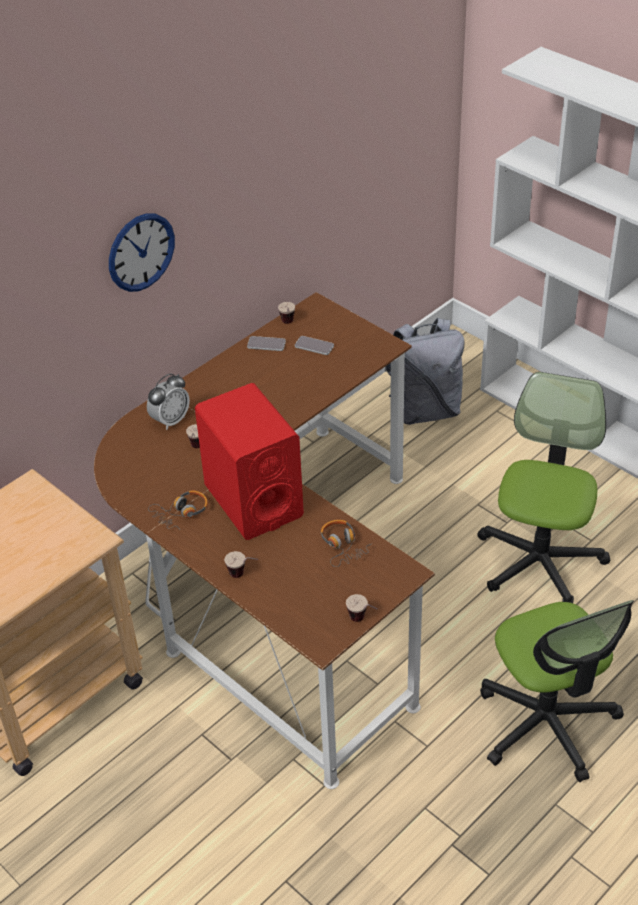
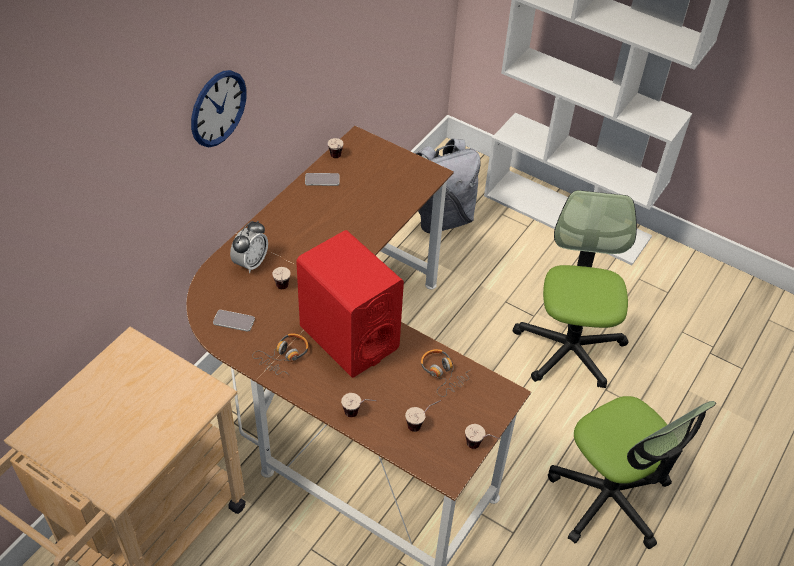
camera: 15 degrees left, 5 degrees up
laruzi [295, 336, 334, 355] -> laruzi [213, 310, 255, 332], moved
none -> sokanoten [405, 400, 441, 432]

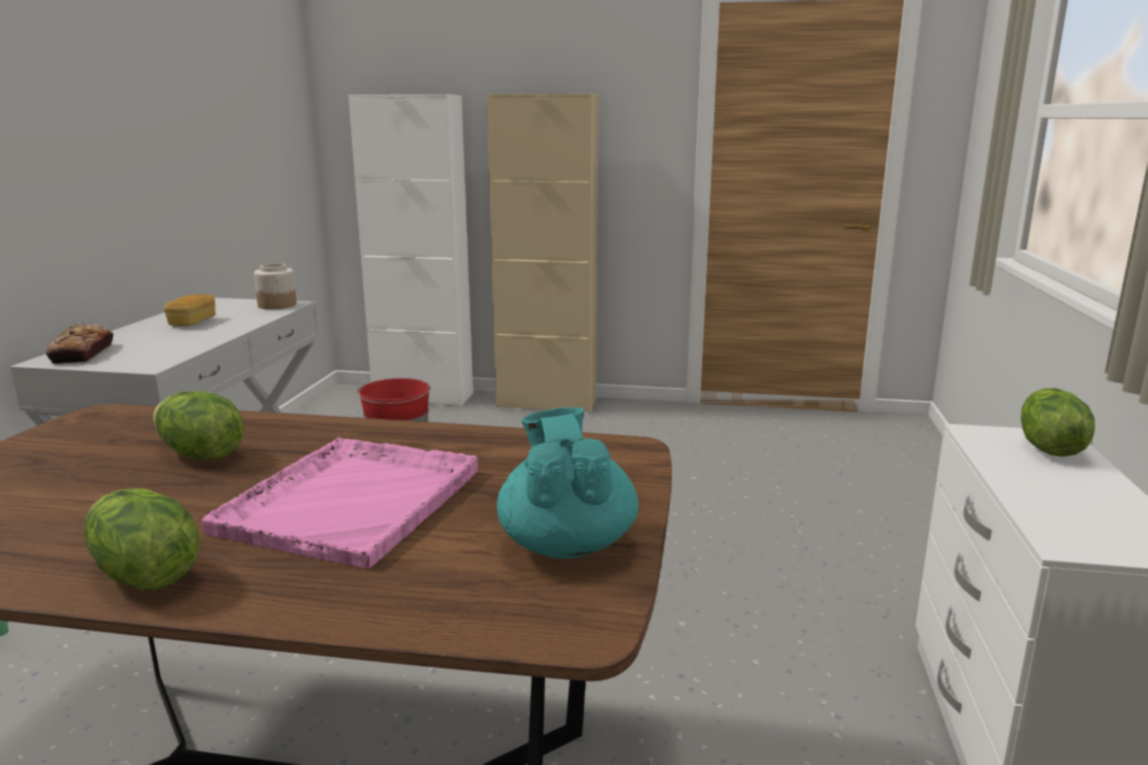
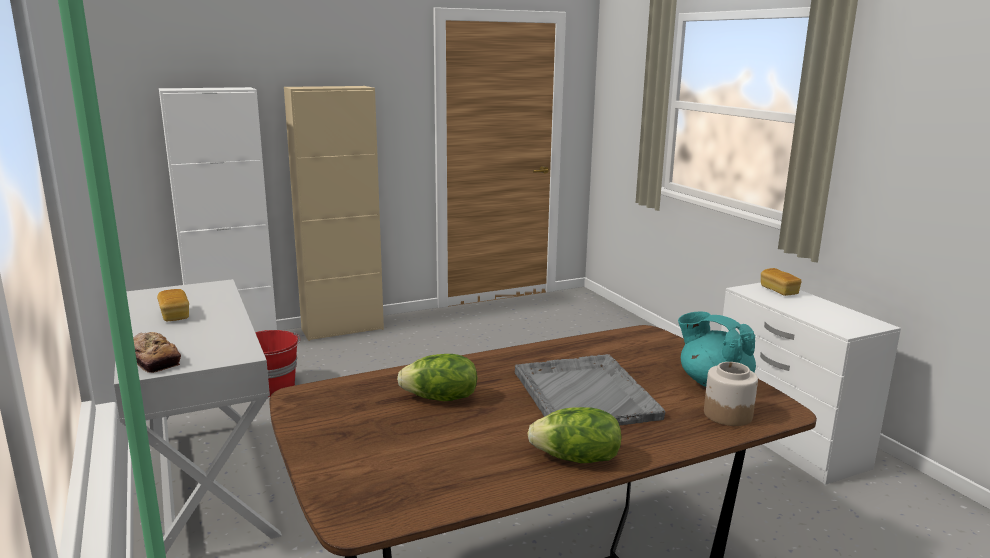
camera: 35 degrees left, 0 degrees up
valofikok [254, 263, 297, 309] -> valofikok [704, 362, 758, 426], moved
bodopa [1021, 388, 1095, 457] -> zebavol [761, 268, 801, 296]
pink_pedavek [202, 437, 478, 569] -> grey_pedavek [515, 354, 665, 425]

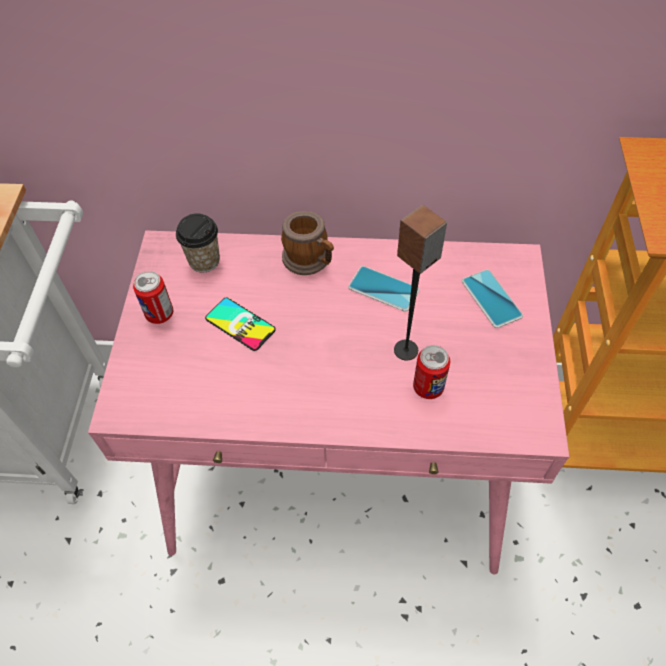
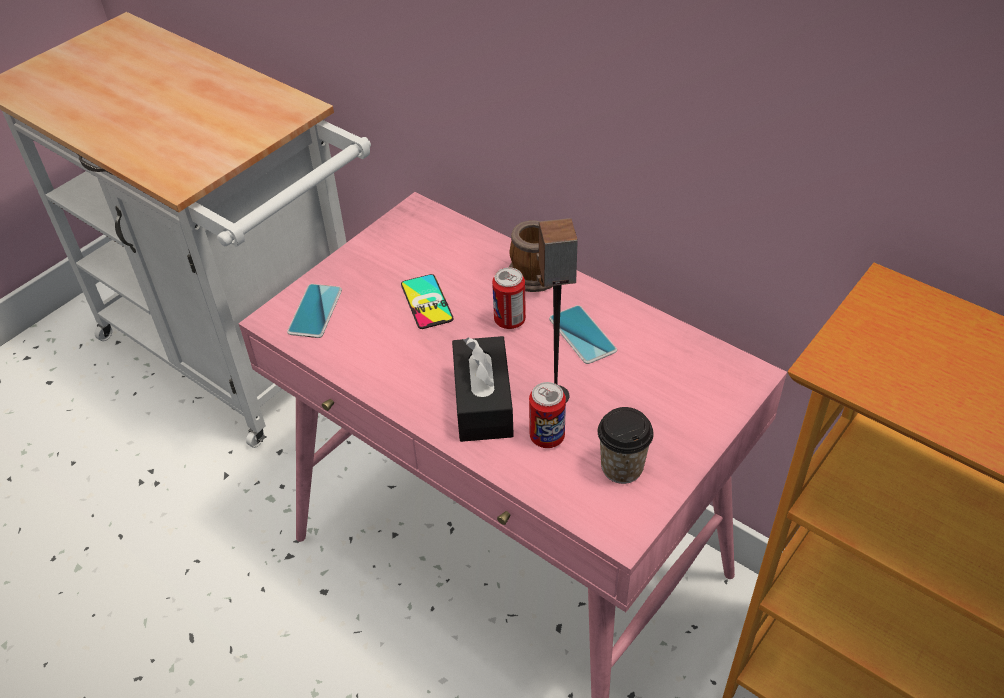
camera: 35 degrees right, 10 degrees down
sokanoten [176, 213, 220, 272] -> sokanoten [598, 407, 654, 484], moved
laruzi [462, 269, 523, 328] -> laruzi [287, 284, 342, 338], moved
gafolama [133, 271, 173, 324] -> gafolama [492, 267, 526, 329], moved
none -> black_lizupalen [452, 336, 514, 442]

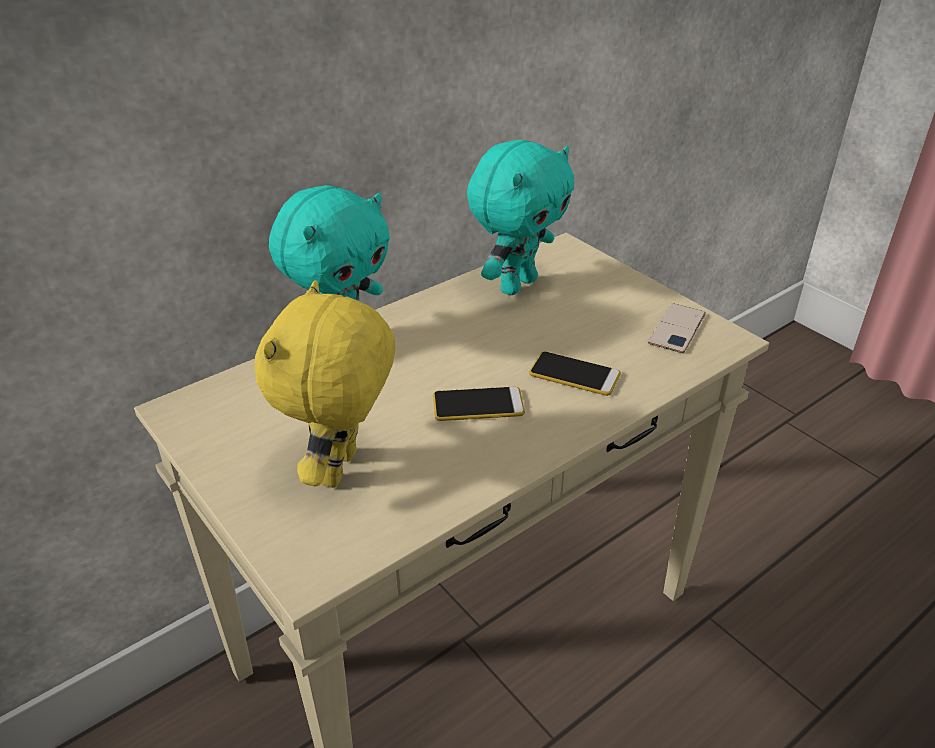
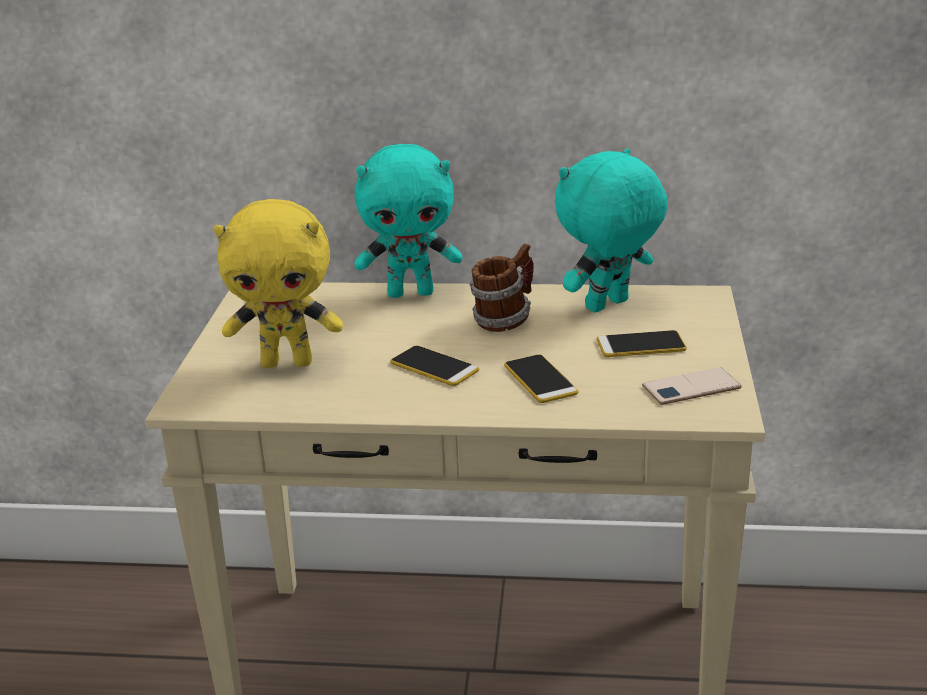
camera: 45 degrees right, 10 degrees down
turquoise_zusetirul [467, 140, 574, 295] -> turquoise_zusetirul [555, 148, 668, 312], 150 degrees clockwise
yellow_zusetirul [255, 280, 395, 488] -> yellow_zusetirul [213, 199, 343, 368], 150 degrees counterclockwise
none -> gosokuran [469, 244, 534, 332]
none -> laruzi [597, 330, 687, 357]

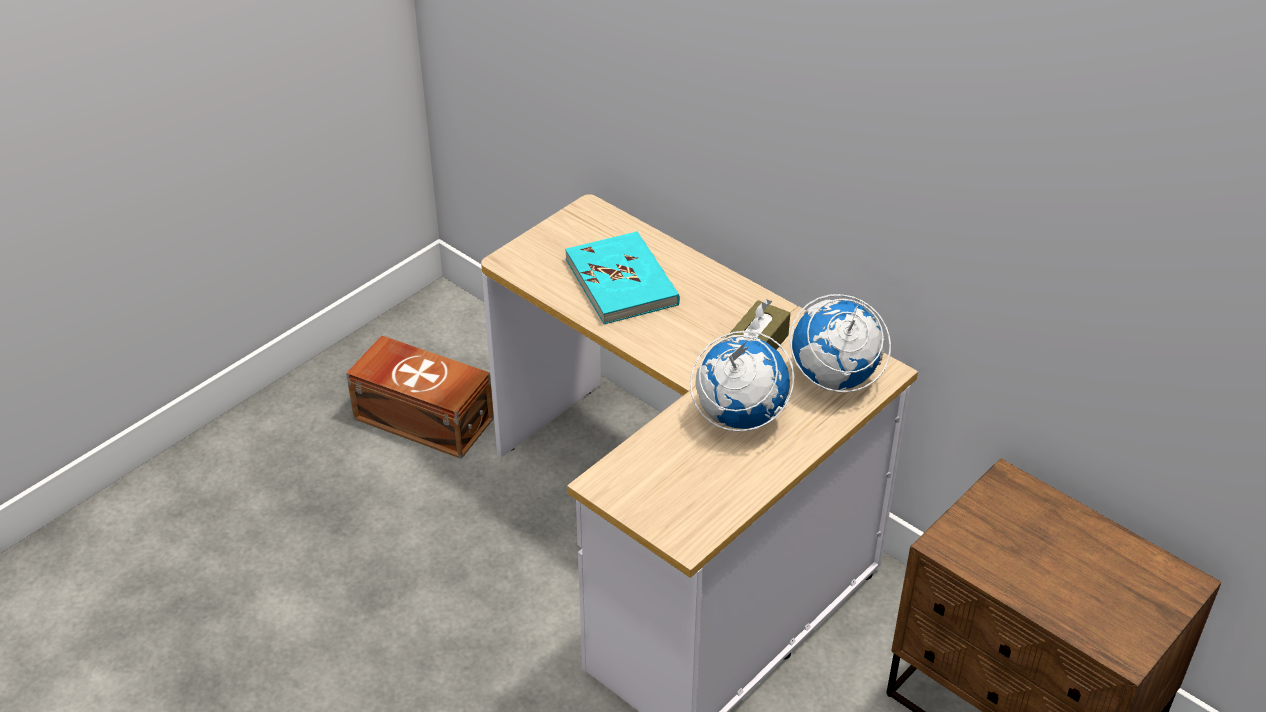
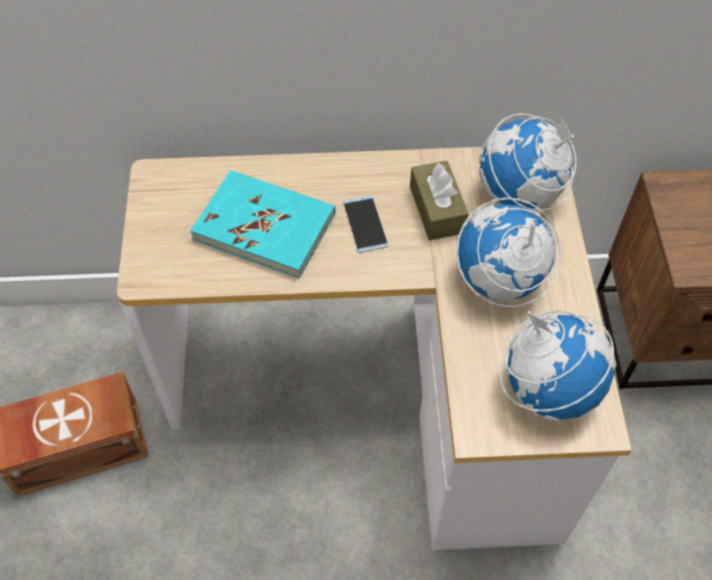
camera: 45 degrees left, 15 degrees up
none -> laruzi [343, 196, 389, 253]
none -> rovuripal [500, 310, 616, 421]

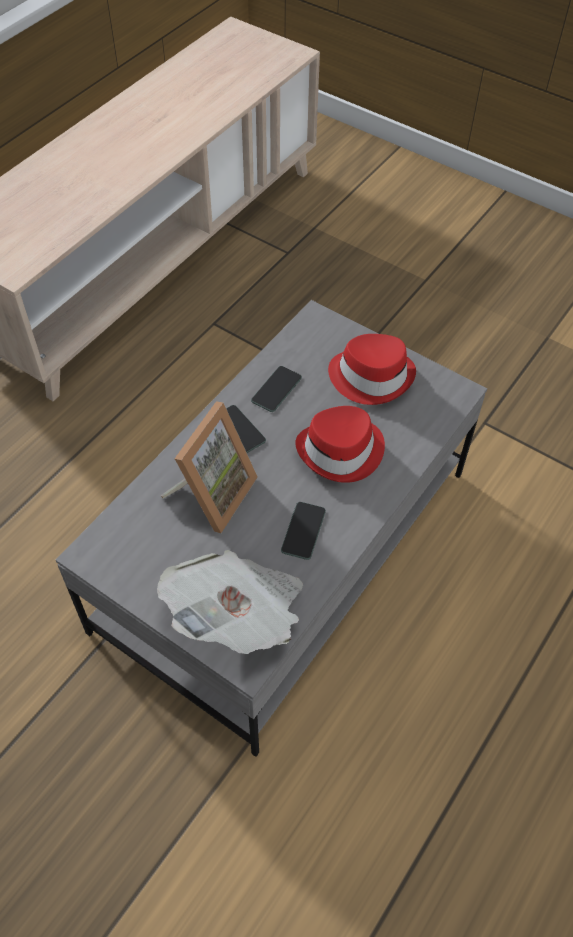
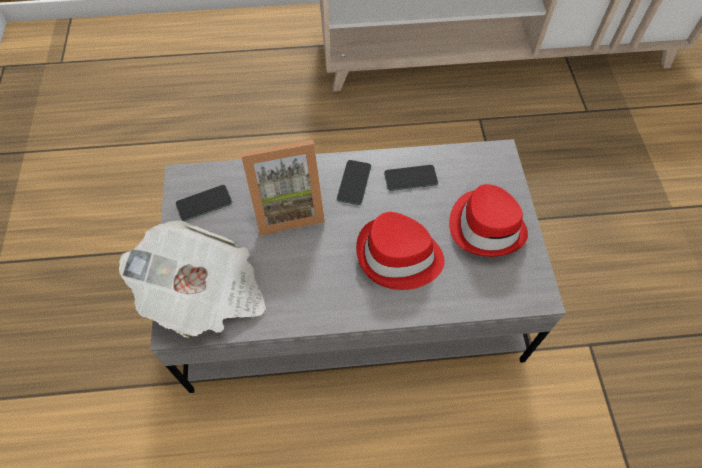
camera: 50 degrees right, 5 degrees up
laruzi [281, 502, 326, 560] -> laruzi [176, 185, 232, 221], moved

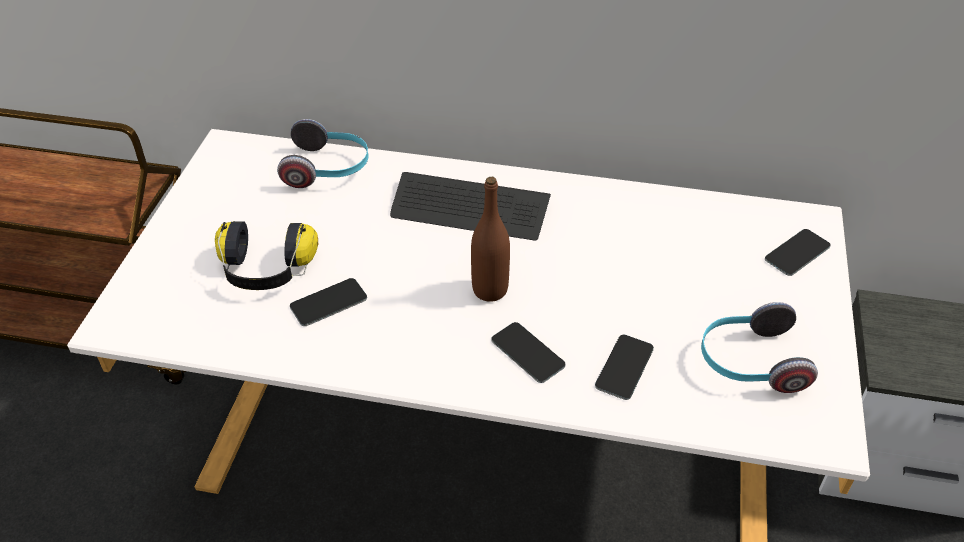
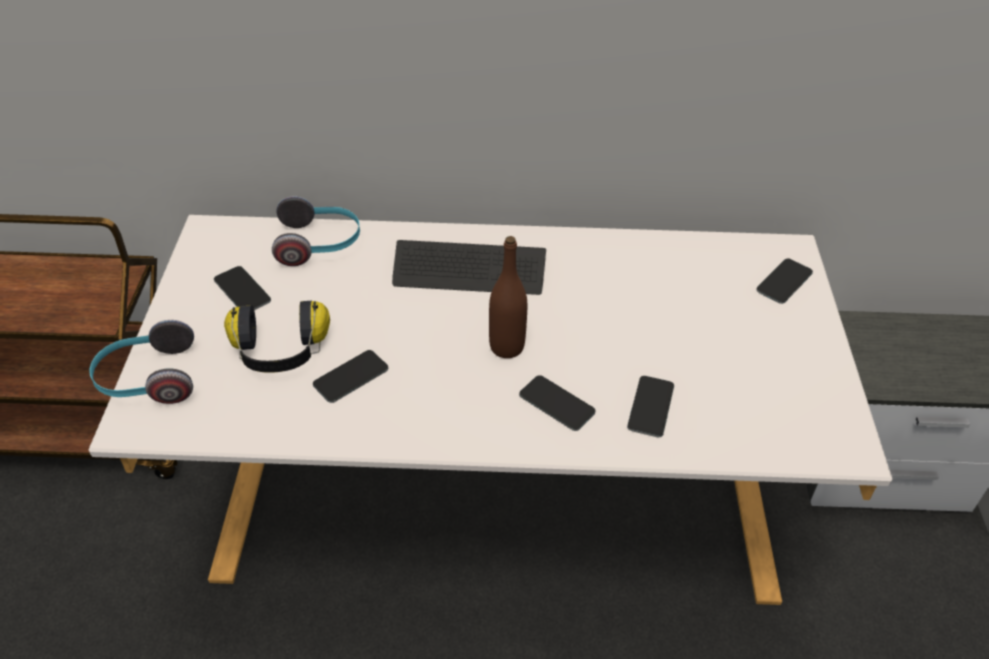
camera: 10 degrees left, 0 degrees up
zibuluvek [701, 302, 818, 393] -> zibuluvek [89, 320, 194, 404], moved
none -> laruzi [214, 266, 271, 310]

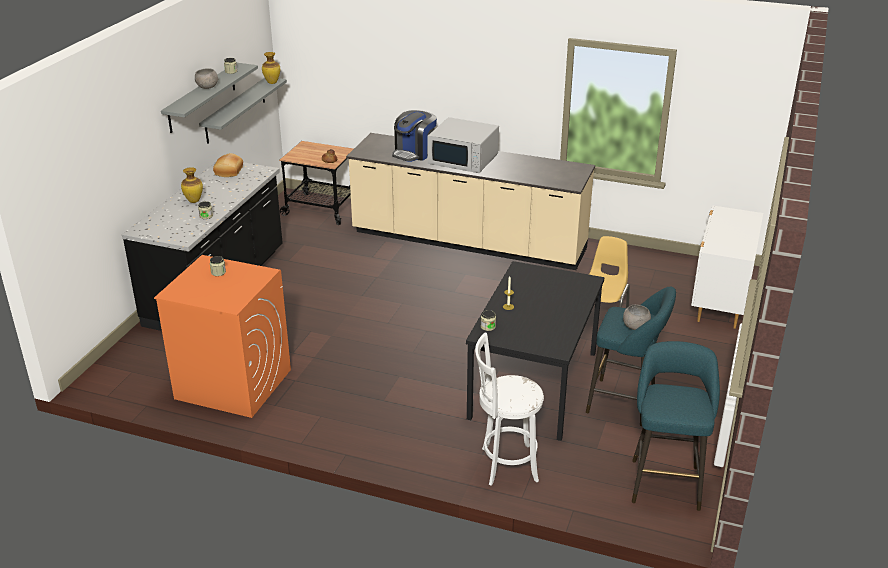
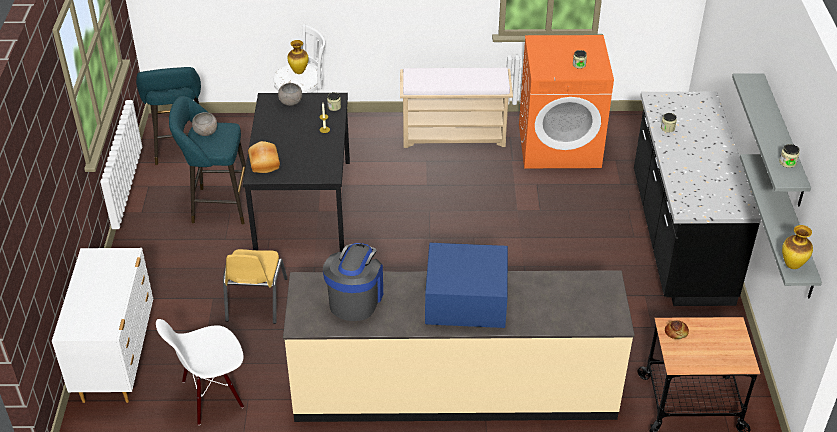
camera: 160 degrees right, 10 degrees up
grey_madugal [195, 68, 218, 89] -> grey_madugal [278, 83, 302, 106], moved
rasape [392, 110, 437, 162] -> rasape [323, 243, 383, 321], moved
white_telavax [427, 117, 499, 173] -> blue_telavax [425, 243, 508, 328]
zebavol [213, 153, 243, 177] -> zebavol [248, 141, 280, 173], moved
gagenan [181, 167, 203, 203] -> gagenan [287, 40, 309, 74], moved
none -> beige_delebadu [400, 68, 513, 148]
none -> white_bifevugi [156, 319, 244, 425]

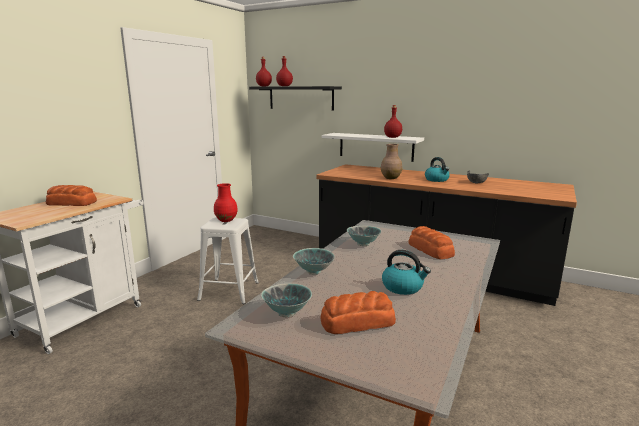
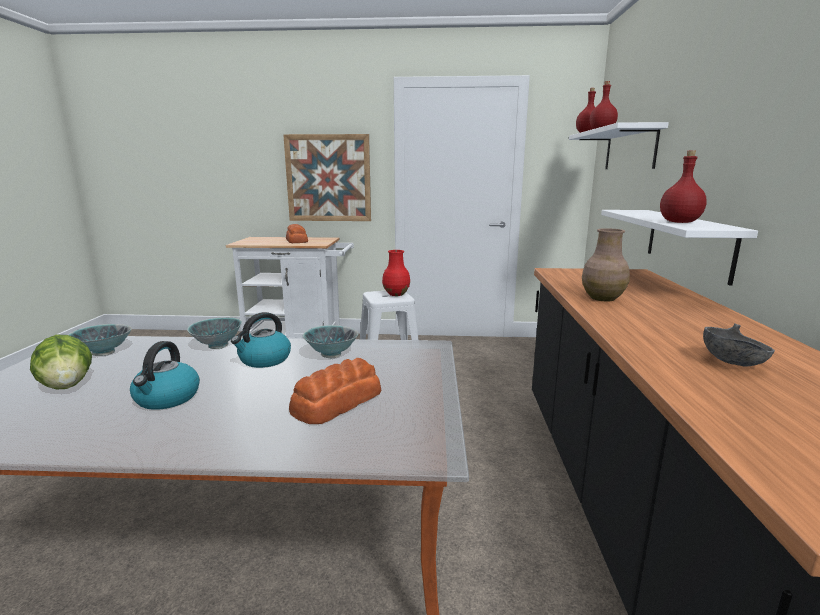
camera: 65 degrees right, 0 degrees up
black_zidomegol [249, 86, 342, 110] -> white_zidomegol [569, 122, 669, 169]
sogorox [425, 157, 450, 182] -> sogorox [231, 312, 291, 368], moved
zebavol [320, 291, 396, 334] -> bodopa [30, 335, 92, 389]
none -> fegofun [283, 134, 371, 221]

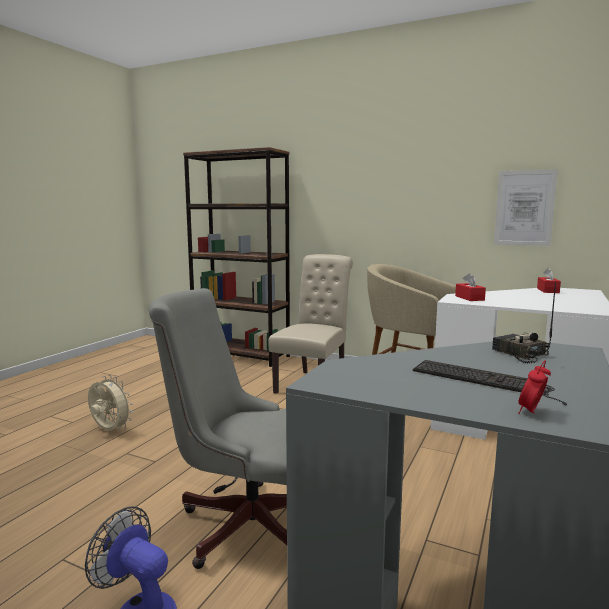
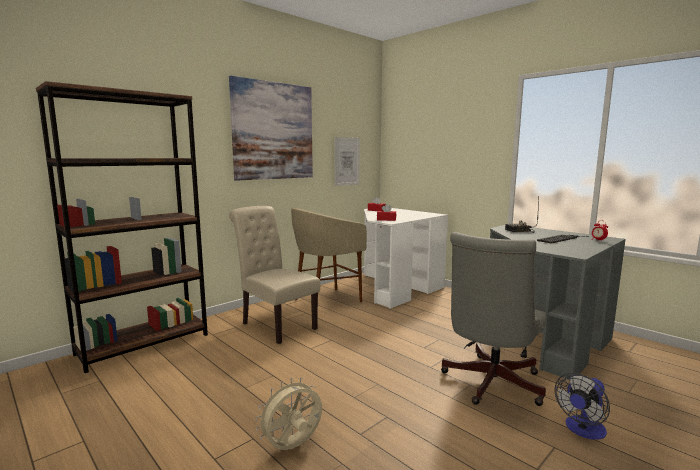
camera: 70 degrees left, 0 degrees up
none -> fegofun [229, 76, 313, 181]

